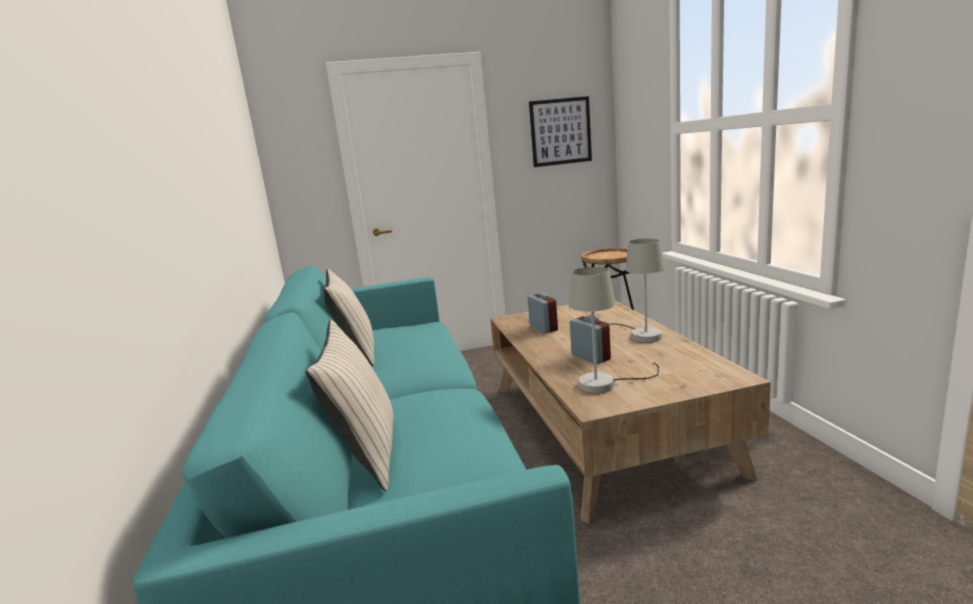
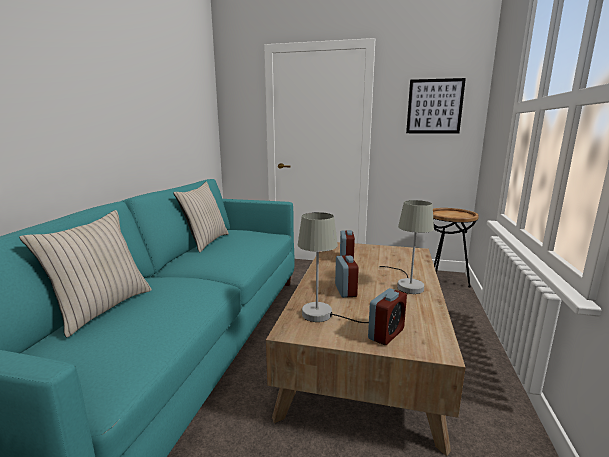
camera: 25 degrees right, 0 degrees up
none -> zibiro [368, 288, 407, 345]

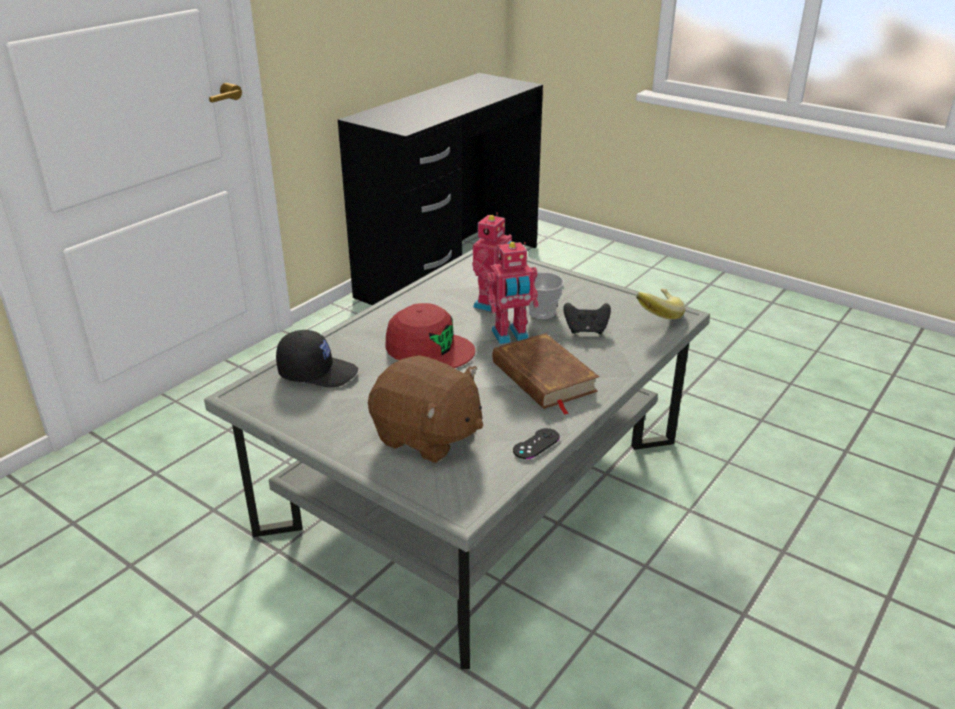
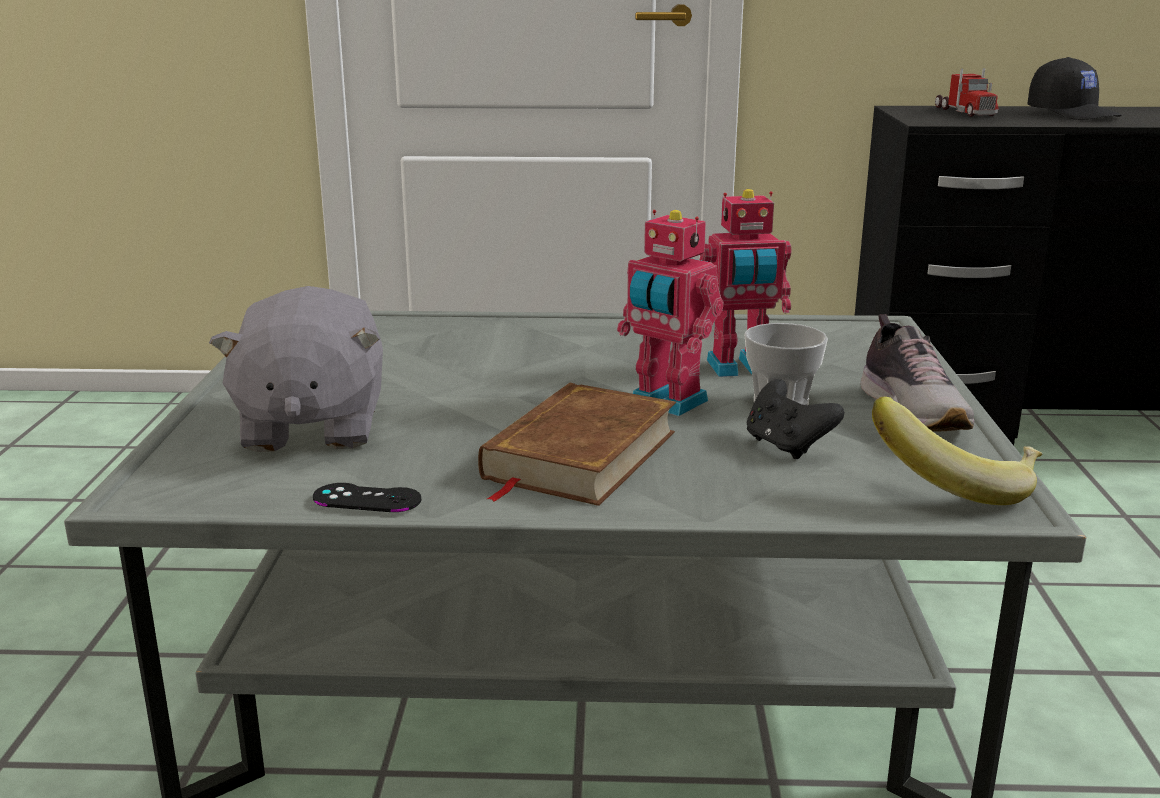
camera: 55 degrees right, 10 degrees down
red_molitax [386, 303, 475, 368] -> none
black_molitax [276, 330, 358, 387] -> black_molitax [1027, 57, 1121, 120], moved
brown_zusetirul [368, 355, 483, 463] -> grey_zusetirul [209, 286, 383, 452]
none -> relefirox [935, 68, 998, 117]
none -> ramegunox [860, 314, 974, 432]

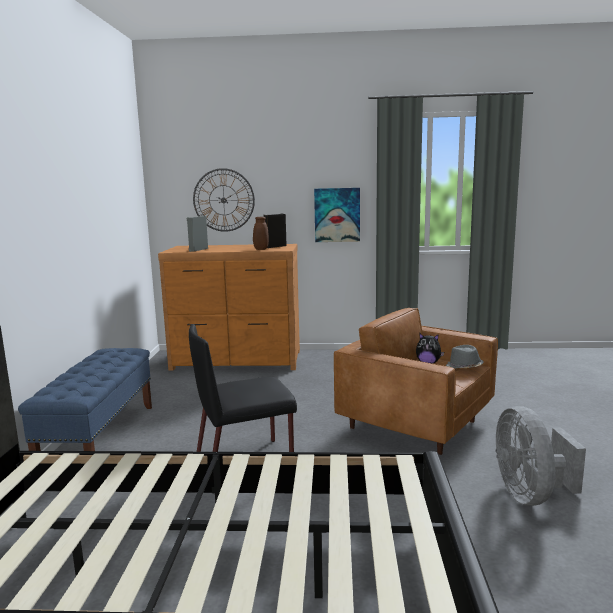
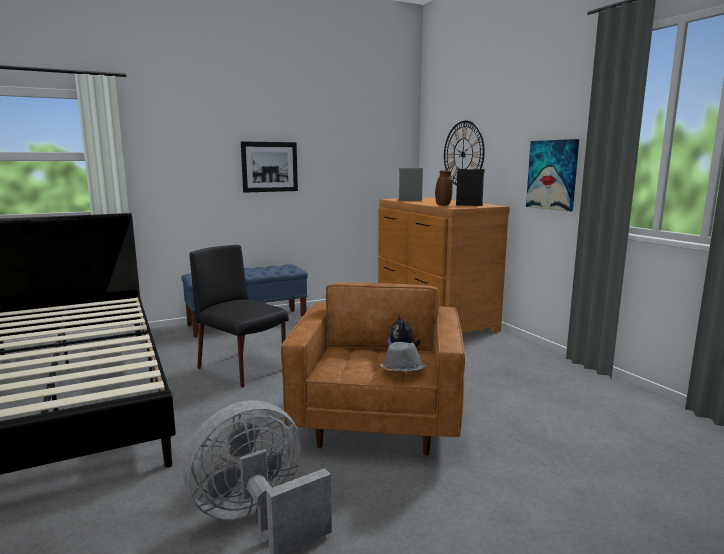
camera: 60 degrees right, 0 degrees up
none -> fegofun [241, 141, 298, 193]

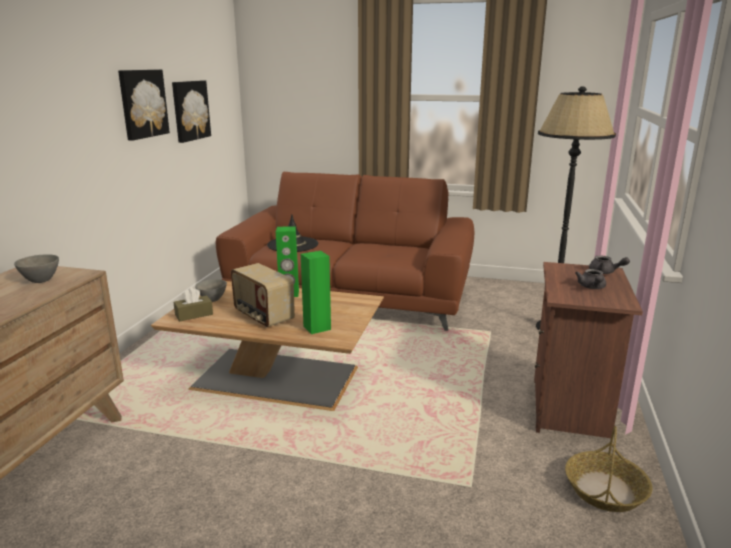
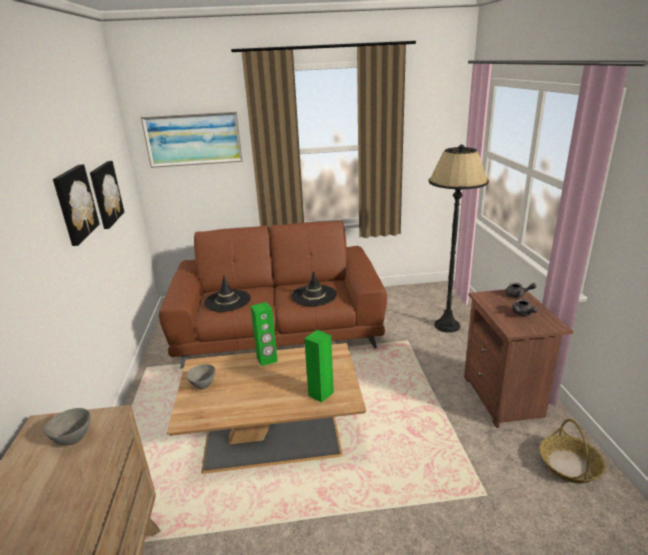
camera: 20 degrees left, 5 degrees up
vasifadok [231, 263, 295, 328] -> none
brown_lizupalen [174, 288, 213, 322] -> none
none -> fegofun [141, 111, 243, 168]
none -> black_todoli [291, 271, 337, 306]

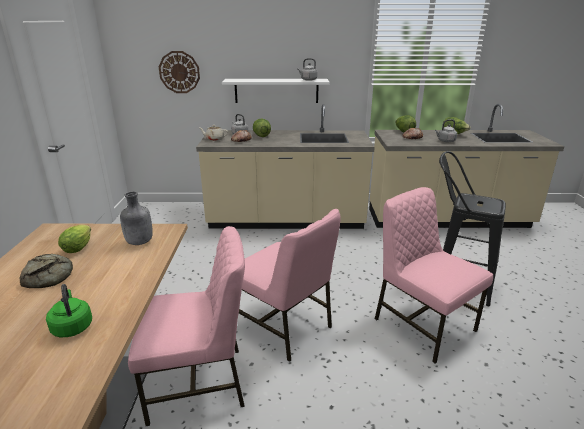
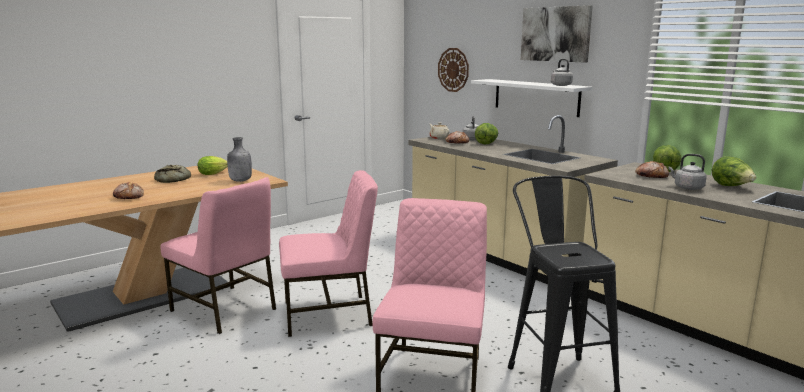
camera: 50 degrees right, 10 degrees down
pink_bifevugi [239, 209, 341, 362] -> pink_bifevugi [279, 170, 378, 337], 105 degrees counterclockwise
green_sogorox [46, 284, 92, 337] -> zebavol [113, 182, 144, 199]
none -> fegofun [521, 5, 593, 63]

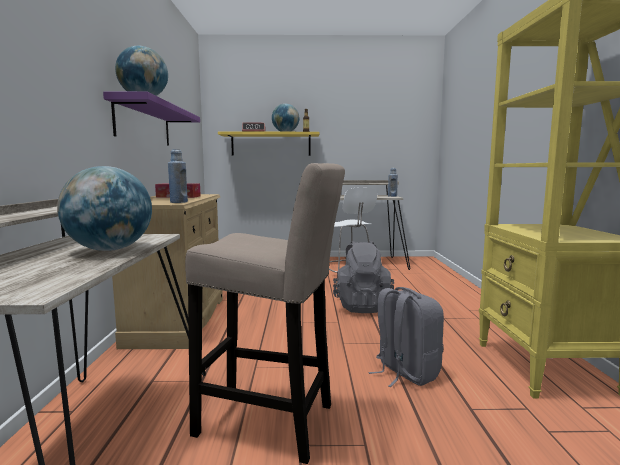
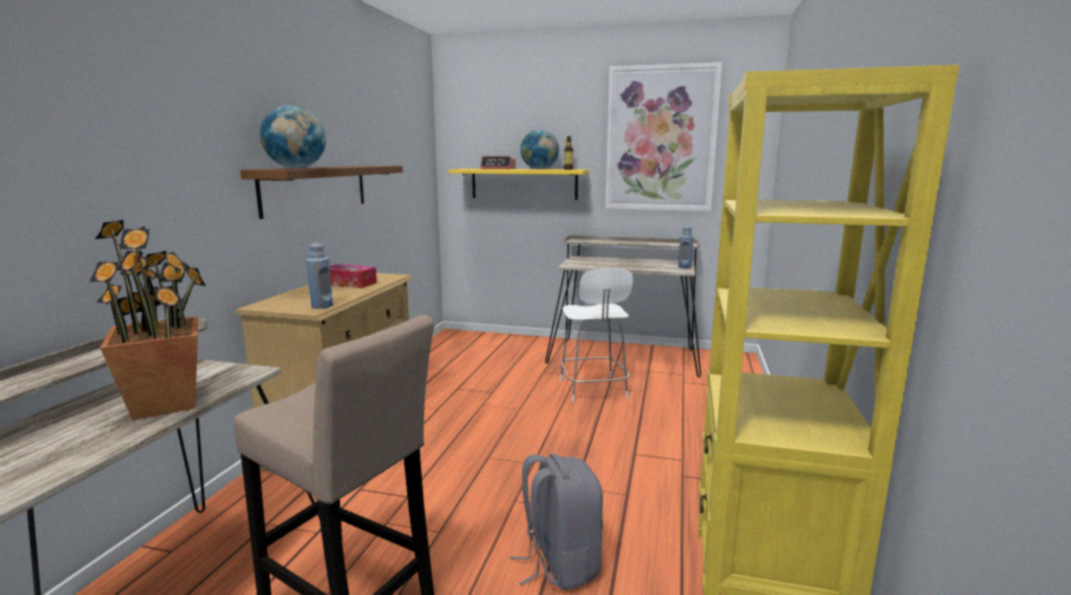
camera: 15 degrees right, 5 degrees up
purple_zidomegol [103, 92, 200, 146] -> brown_zidomegol [240, 166, 403, 219]
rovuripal [57, 166, 152, 251] -> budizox [89, 220, 206, 420]
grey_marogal [333, 241, 394, 313] -> none
none -> fegofun [605, 62, 722, 211]

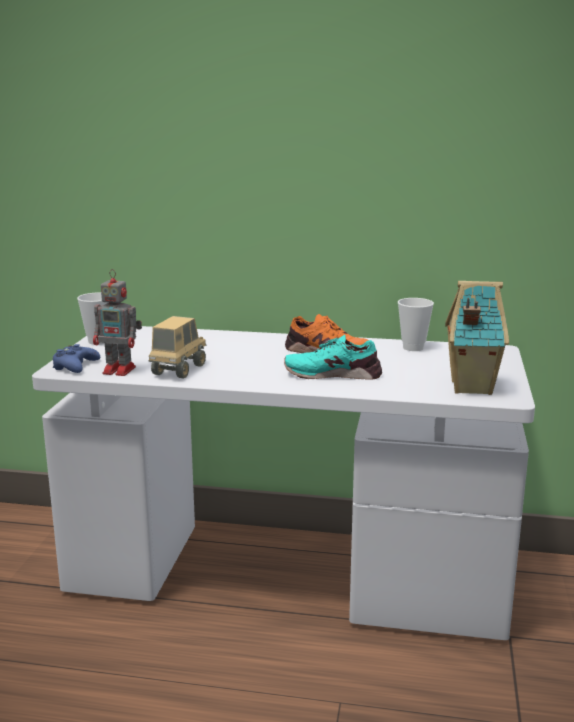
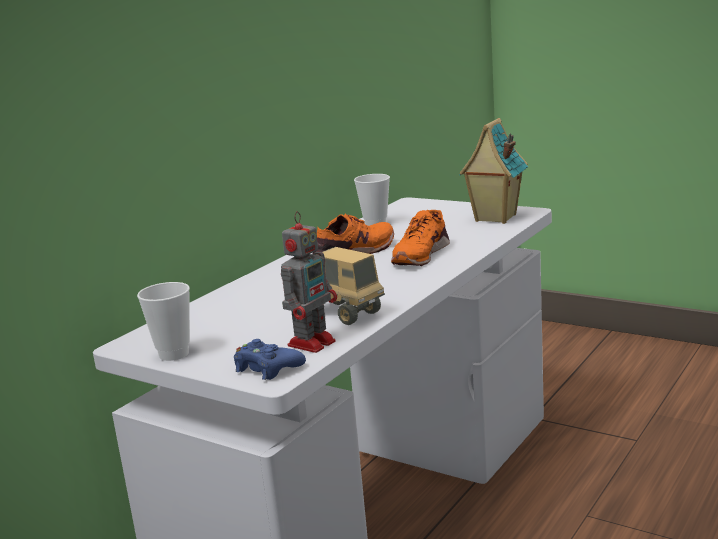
camera: 65 degrees left, 0 degrees up
turquoise_ramegunox [284, 335, 382, 380] -> orange_ramegunox [391, 210, 450, 266]

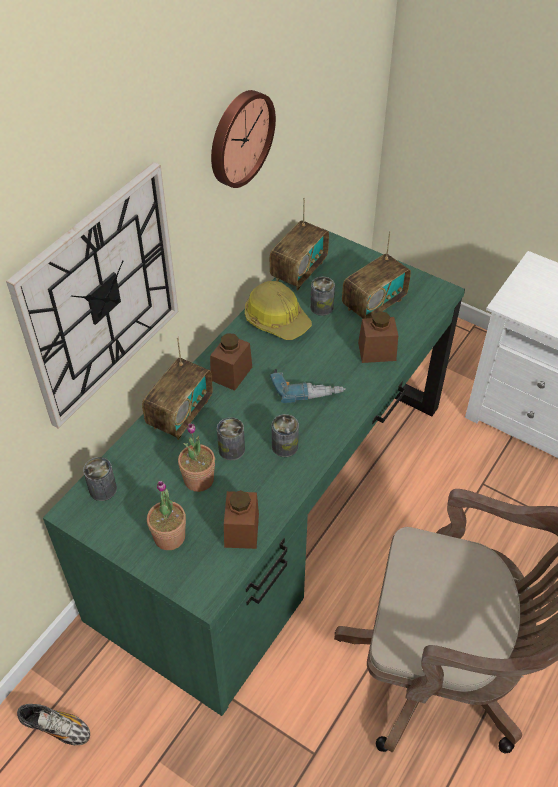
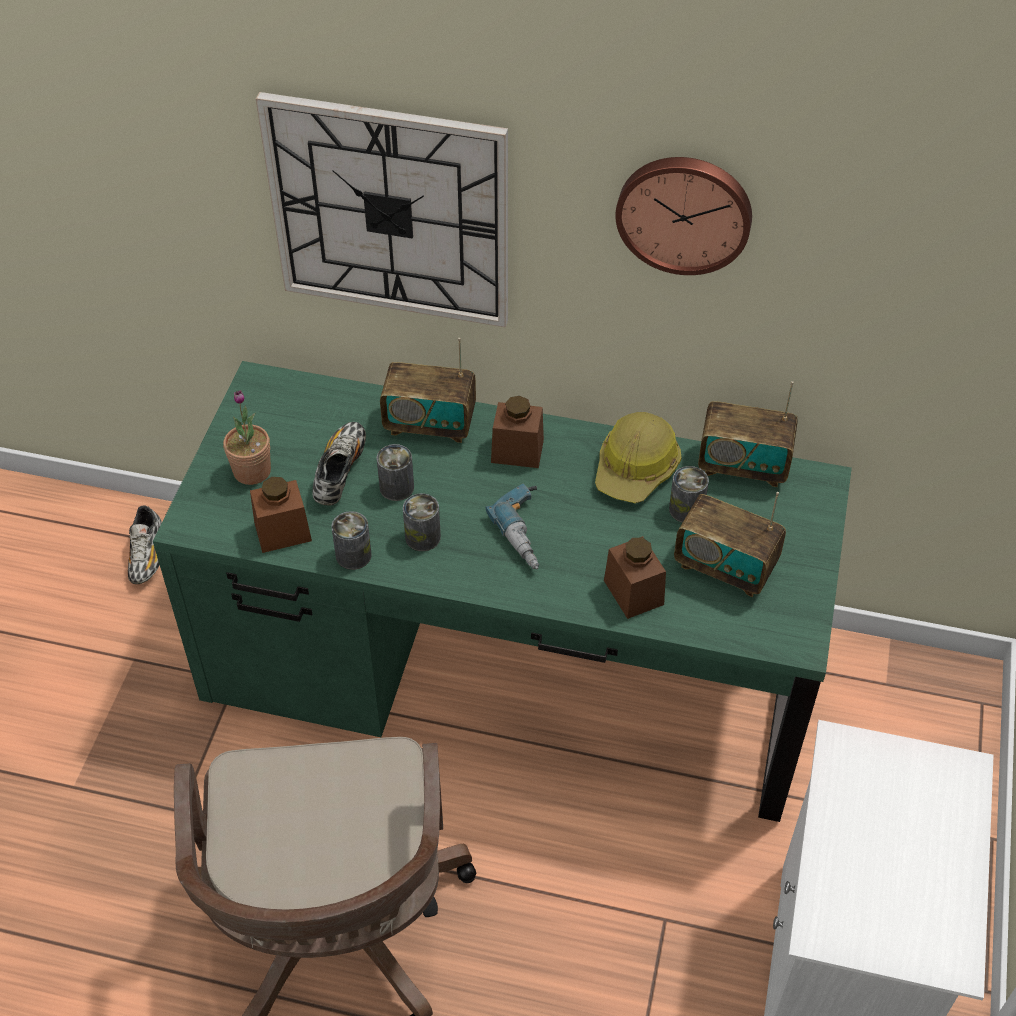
camera: 70 degrees right, 0 degrees up
budizox [178, 423, 215, 492] -> ramegunox [313, 422, 366, 506]
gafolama [83, 457, 117, 501] -> gafolama [332, 511, 372, 570], moved

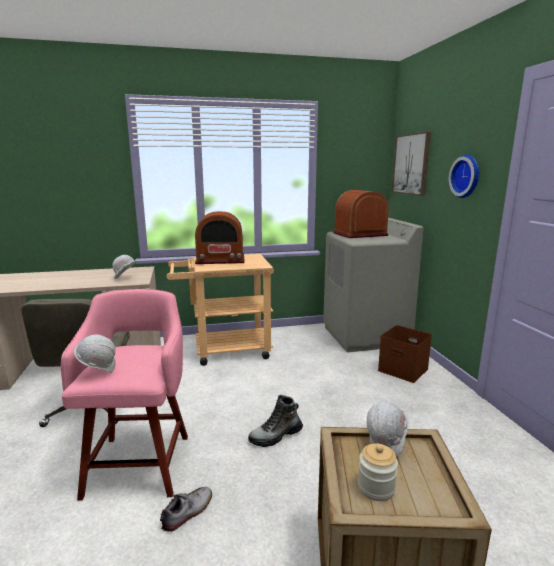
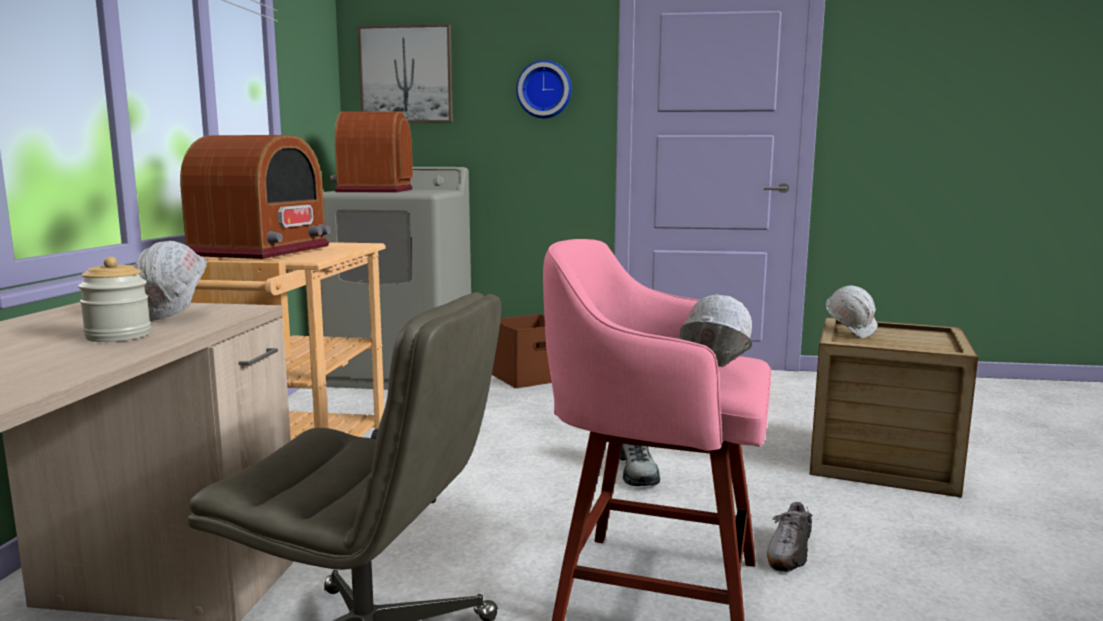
camera: 70 degrees left, 5 degrees down
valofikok [358, 443, 398, 501] -> valofikok [78, 257, 151, 342], moved
ramegunox [160, 487, 212, 532] -> ramegunox [767, 502, 813, 572], 120 degrees counterclockwise

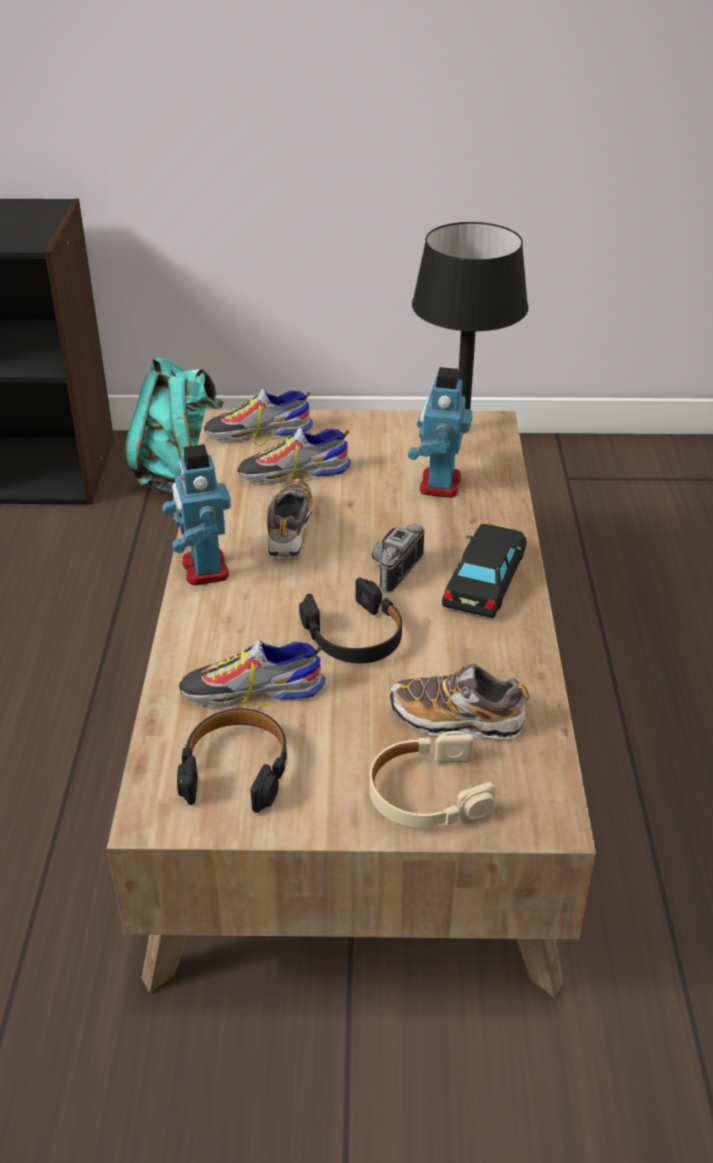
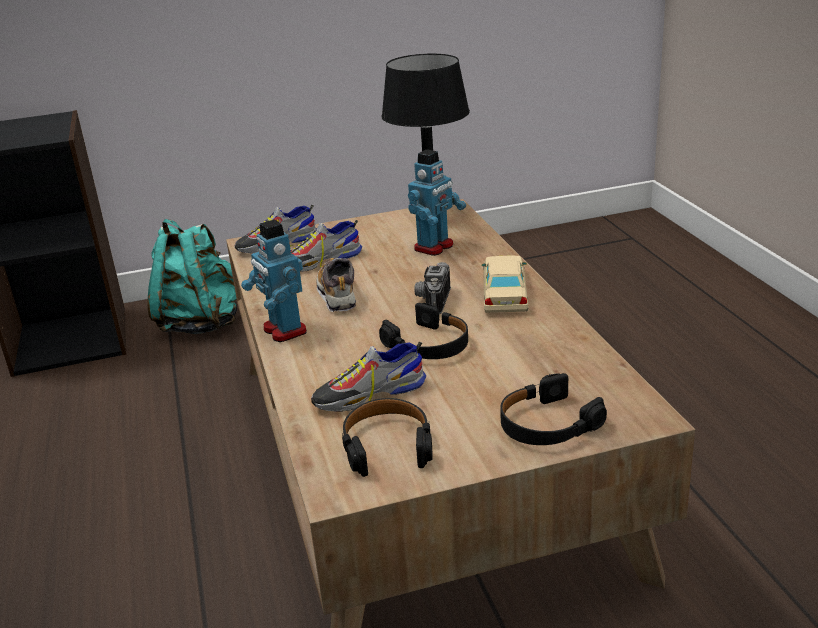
camera: 15 degrees left, 10 degrees down
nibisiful [408, 367, 472, 498] -> nibisiful [408, 149, 466, 256], 135 degrees counterclockwise
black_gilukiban [442, 524, 527, 618] -> beige_gilukiban [482, 256, 528, 313]
ramegunox [389, 663, 530, 739] -> none
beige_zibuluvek [370, 731, 495, 827] -> black_zibuluvek [500, 373, 607, 445]

